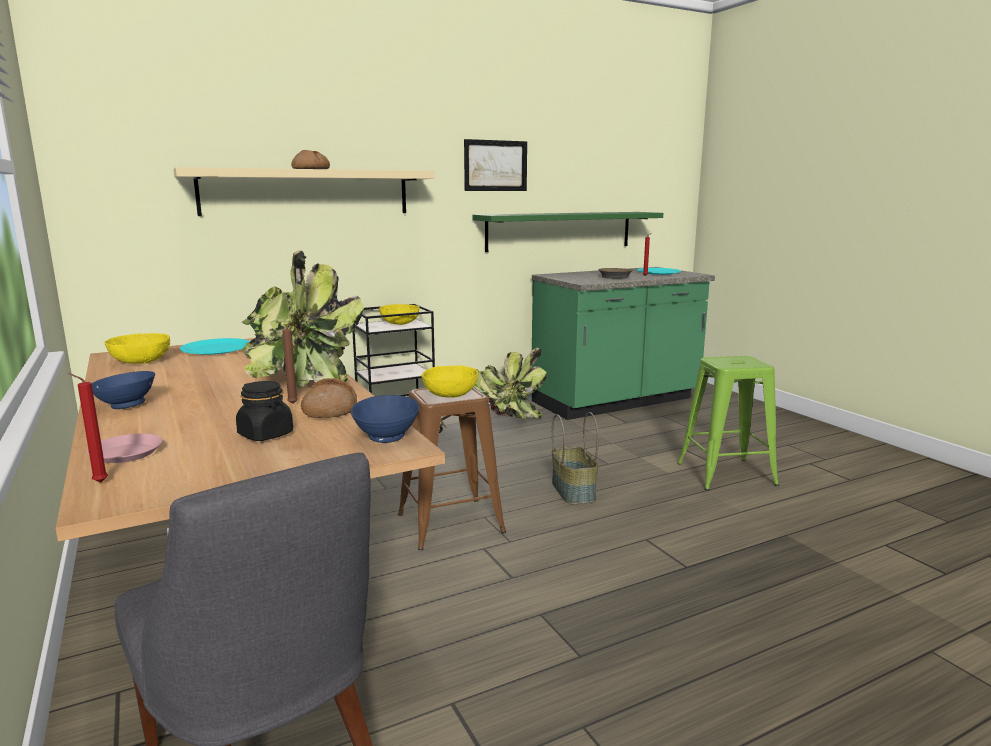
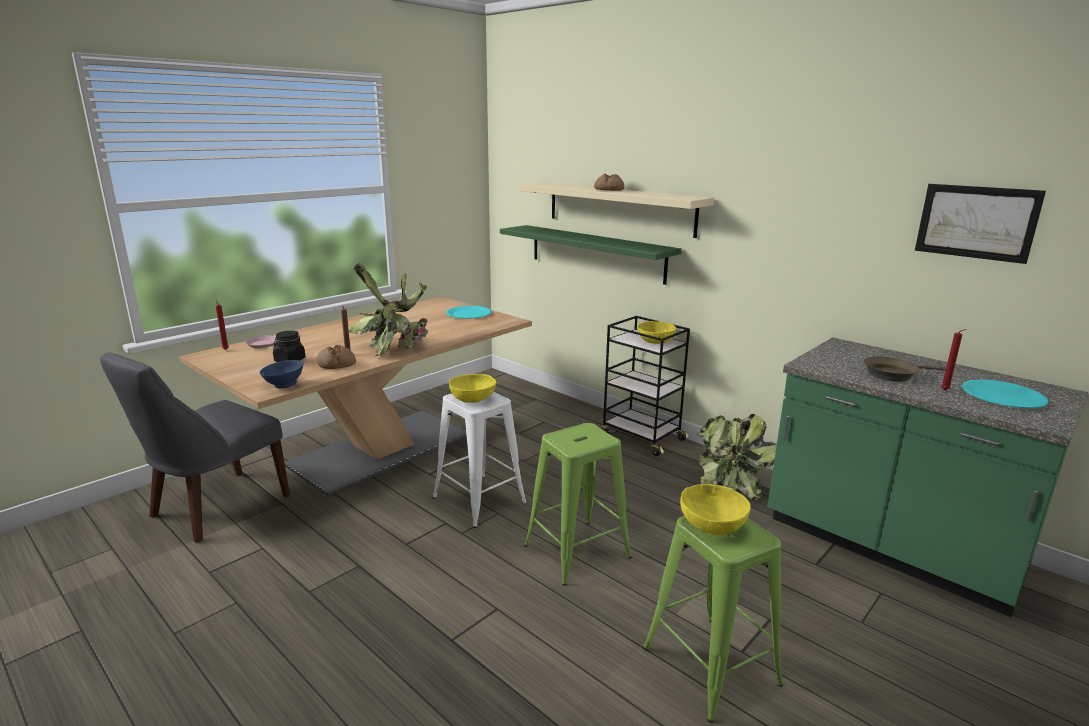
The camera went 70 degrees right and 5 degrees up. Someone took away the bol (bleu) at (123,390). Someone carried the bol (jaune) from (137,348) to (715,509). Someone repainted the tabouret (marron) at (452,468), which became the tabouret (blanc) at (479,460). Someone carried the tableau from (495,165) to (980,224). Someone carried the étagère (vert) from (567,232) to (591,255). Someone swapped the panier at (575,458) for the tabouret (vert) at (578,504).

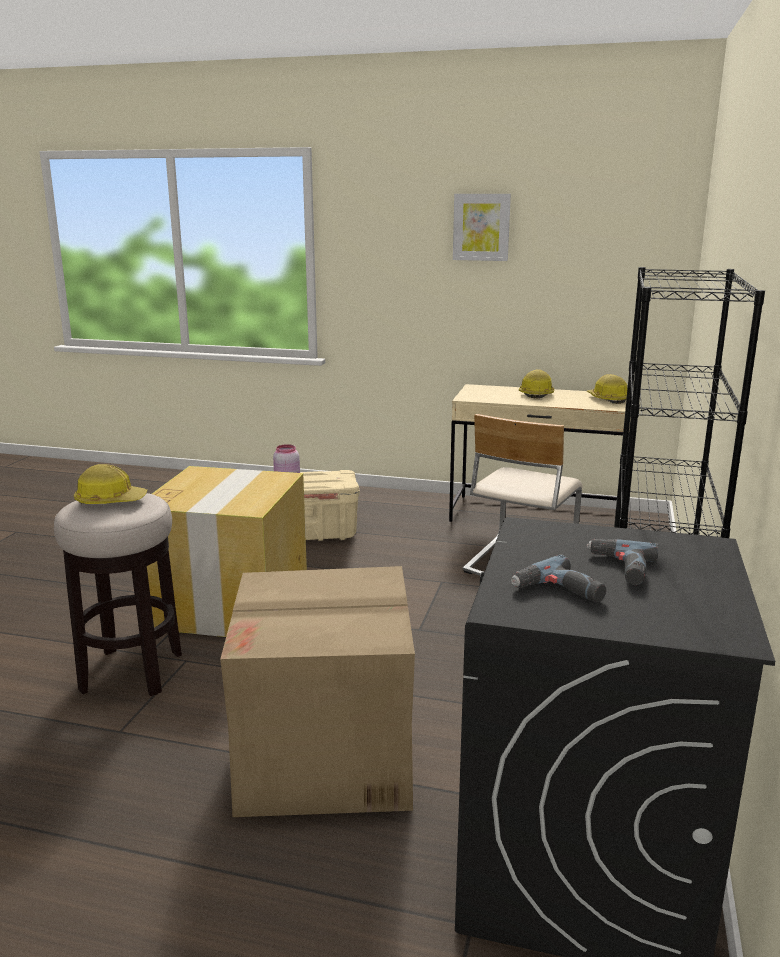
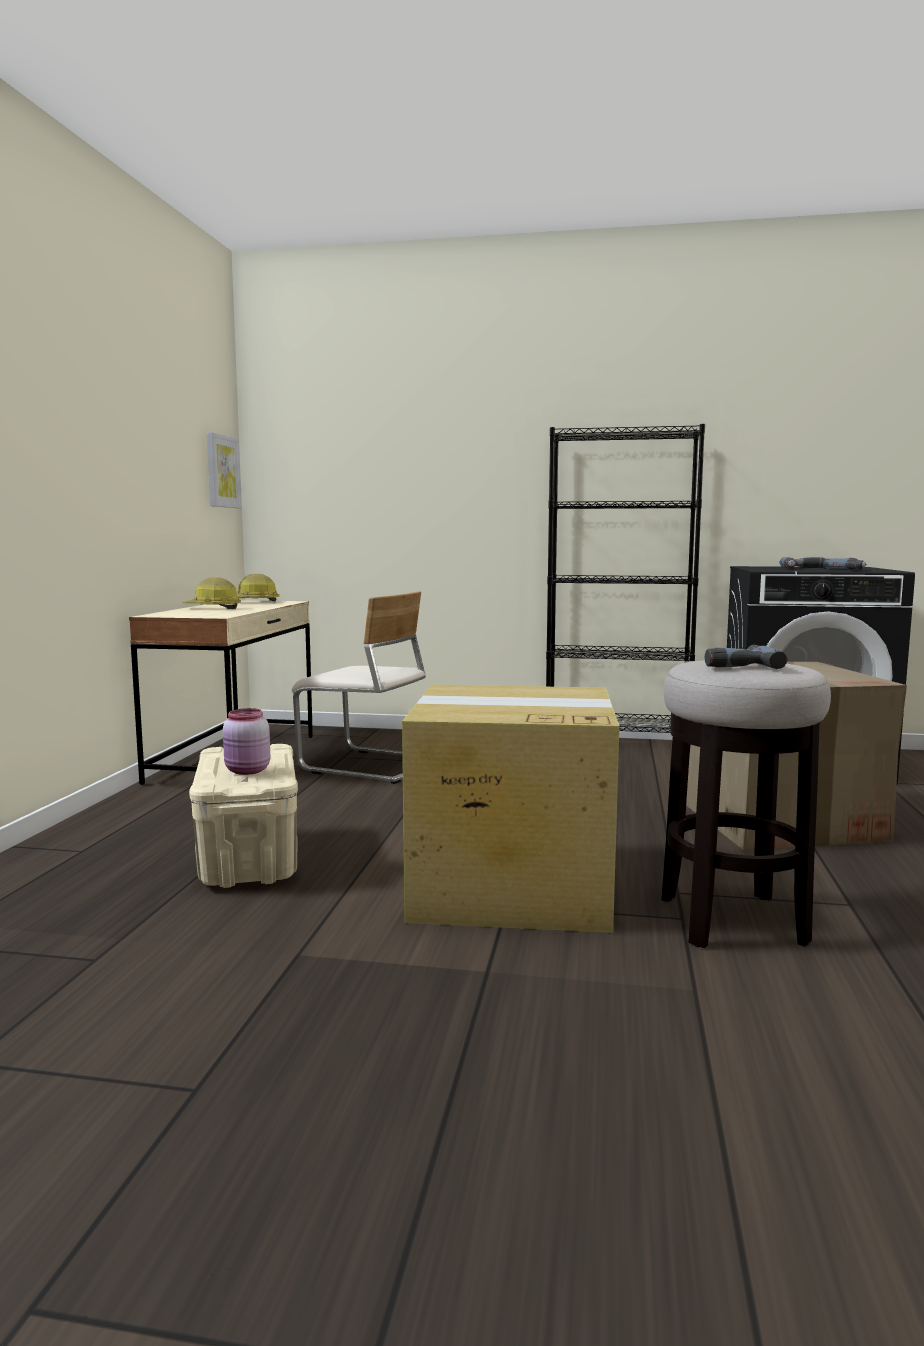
The camera went 95 degrees left and 10 degrees down. Someone swapped the casque de chantier at (110,484) for the perceuse at (746,657). Someone carried the tableau from (482,227) to (224,470).

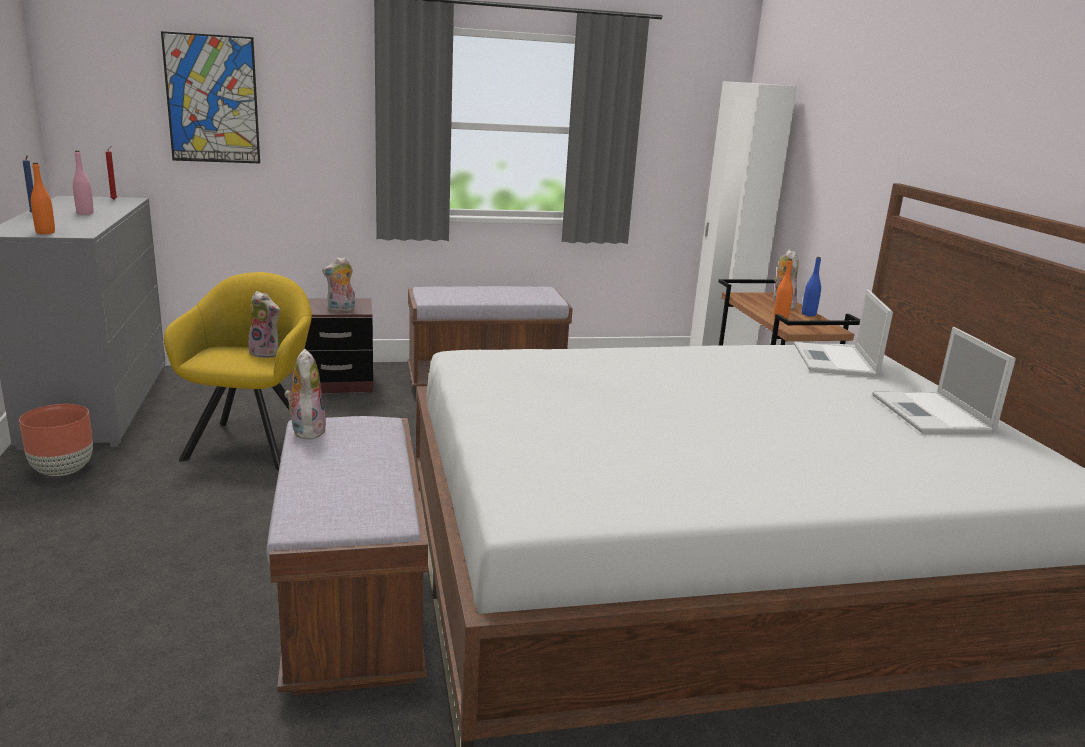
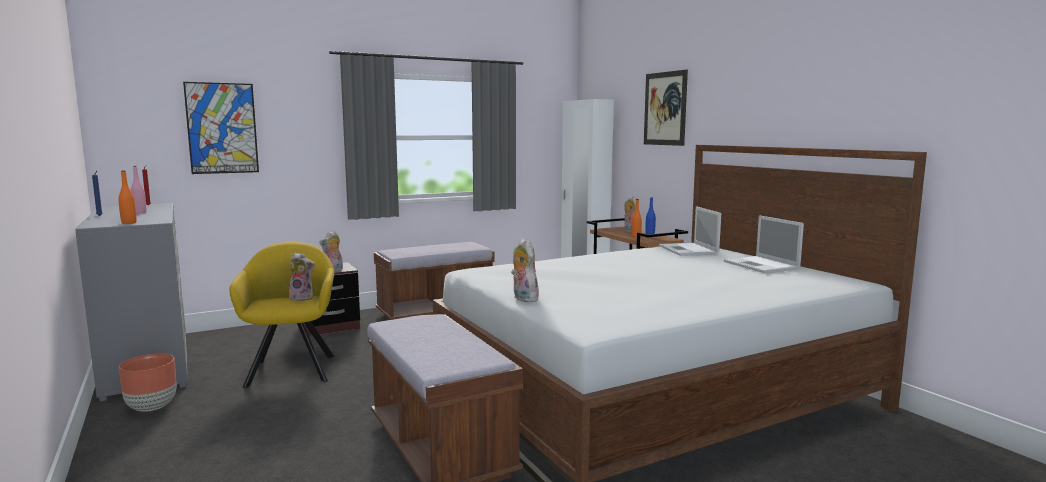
The camera went 15 degrees left and 10 degrees down. Someone carried the peluche from (305,394) to (525,270). Someone put up the tableau at (666,107).

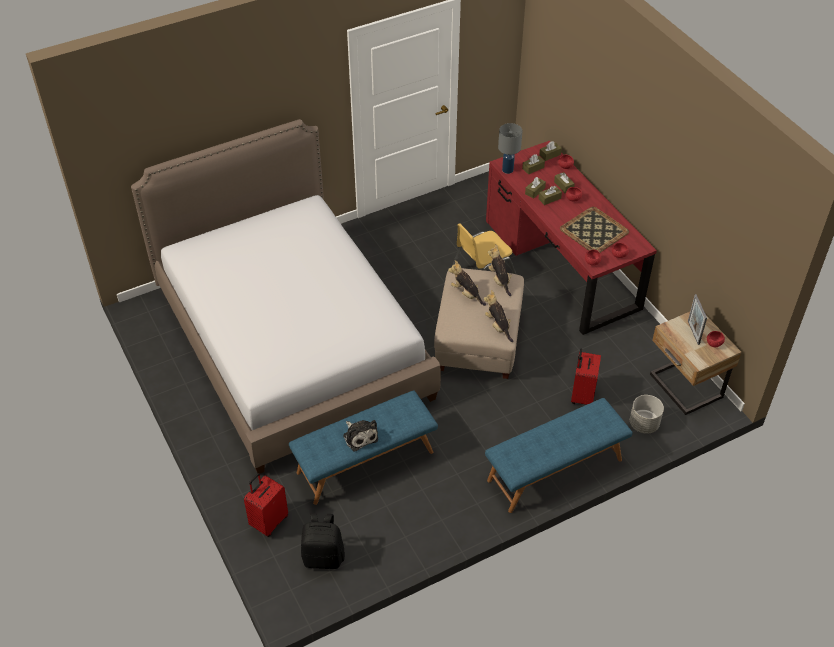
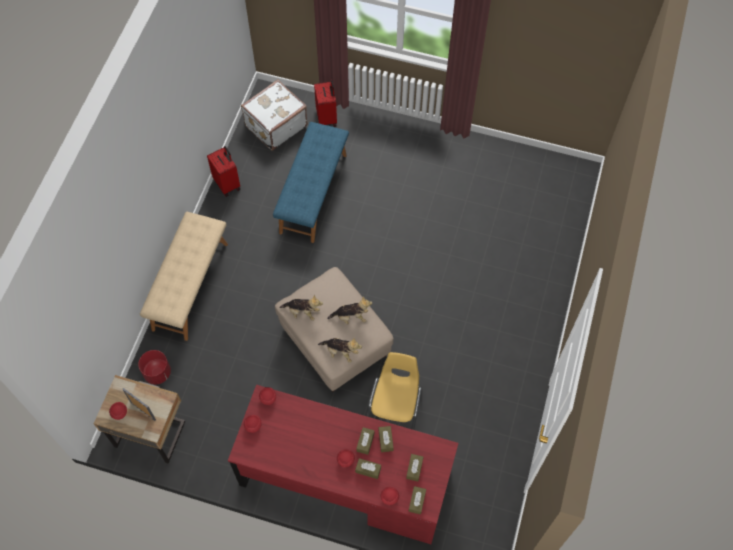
The camera went 135 degrees right and 15 degrees up. Someone took away the lit at (286,296). Someone swapped the sac à dos (noir) at (323,541) for the valise (blanc) at (274,115). Someone took away the peluche at (360,436). Someone repainted the banc (bleu) at (559,455), which became the banc (beige) at (184,276). Someone took away the lampe de table (gris) at (510,148). Someone took away the plateau at (594,230). Someone carried the valise (rouge) from (586,377) to (223,171). Someone repainted the cache-pot (gris) at (647,414), which became the cache-pot (rouge) at (154,367).

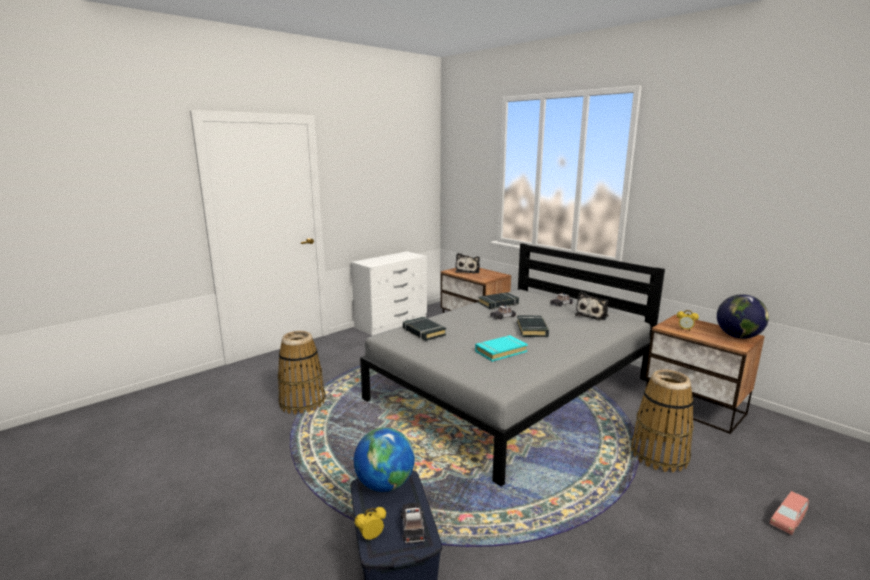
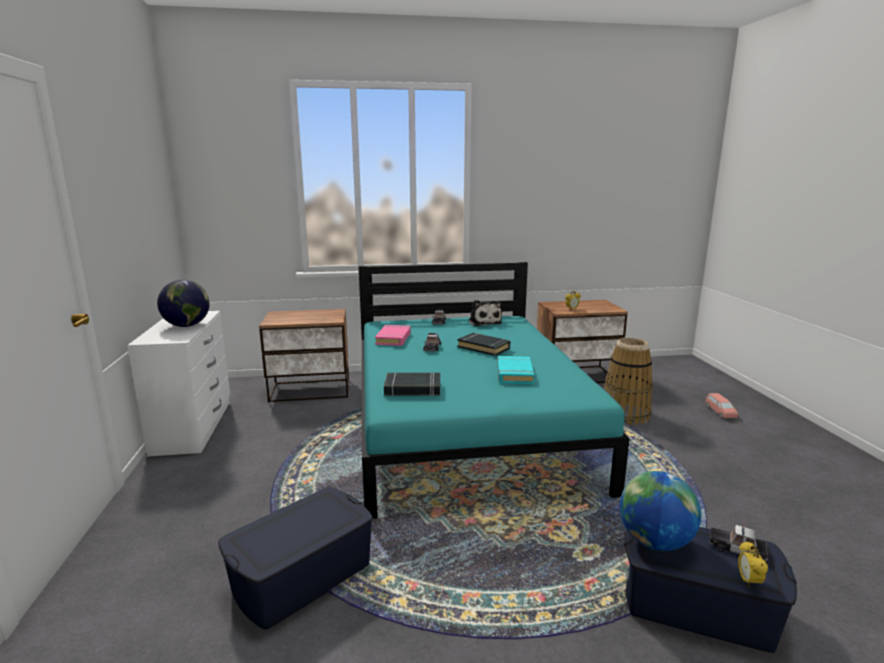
The camera went 55 degrees left and 0 degrees up. Someone swapped the panier at (302,373) for the boîte de rangement (bleu) at (295,558). Someone repainted the lit (gris) at (512,364), which became the lit (turquoise) at (494,390). Someone took away the peluche at (467,263). Someone repainted the livre (noir) at (498,300), which became the livre (rose) at (393,335). Someone carried the globe from (743,316) to (183,303).

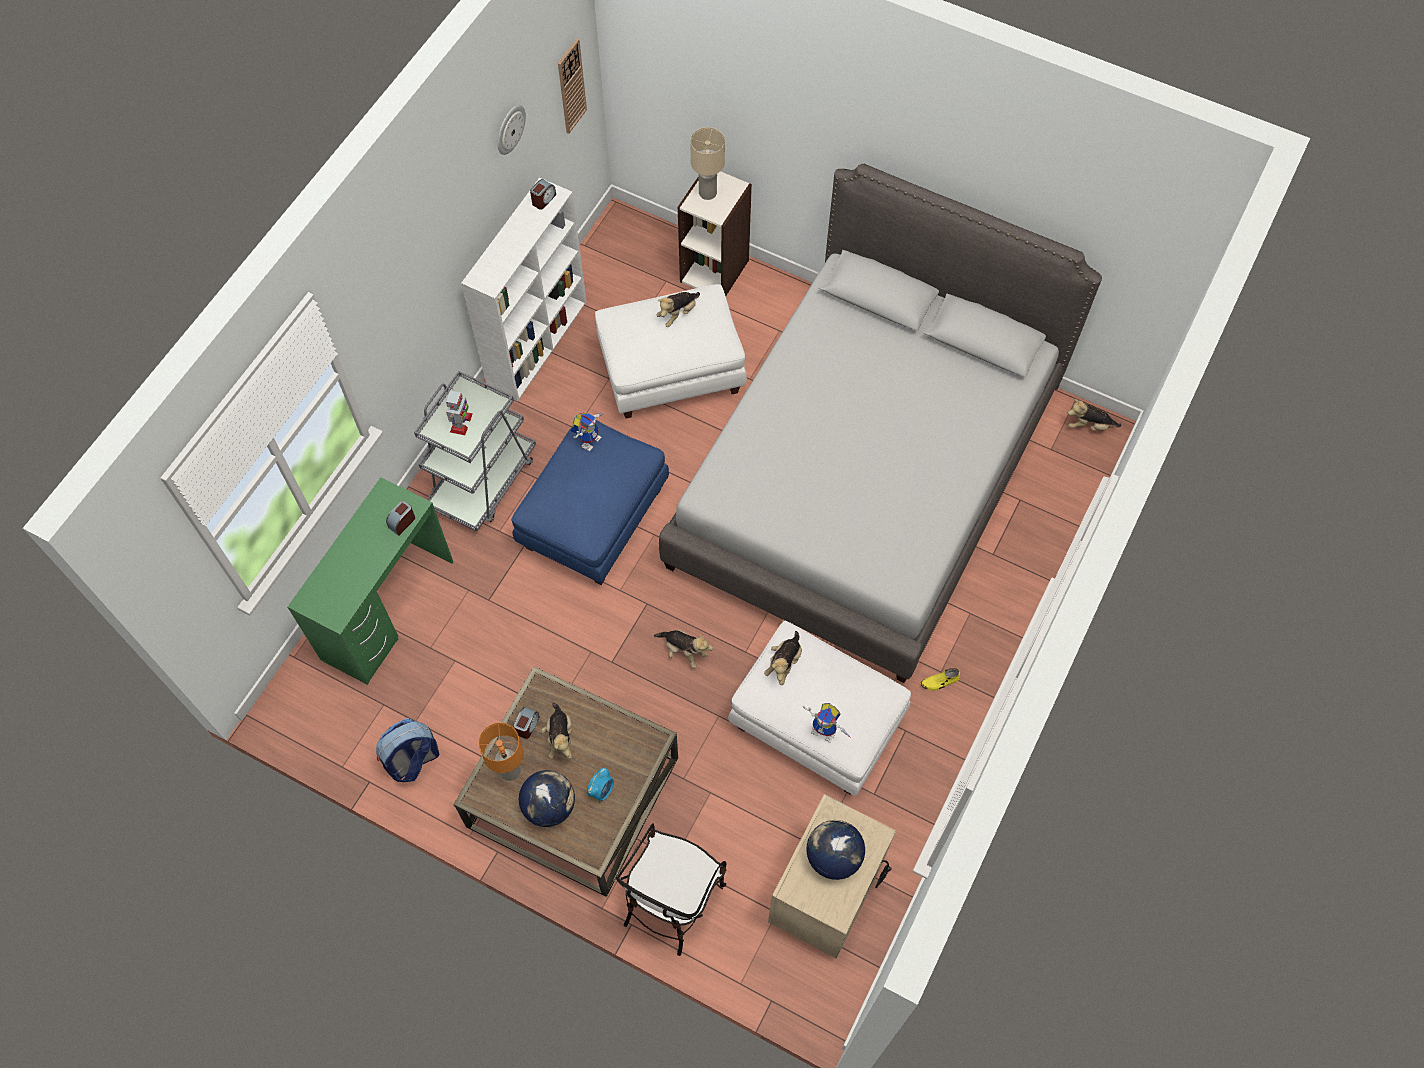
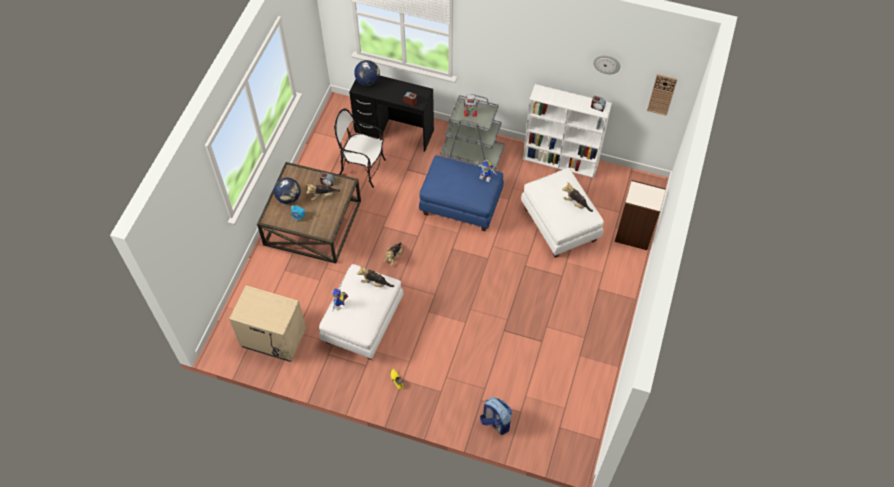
The camera went 80 degrees right and 5 degrees down. Someone repainted the bureau (vert) at (370,581), which became the bureau (noir) at (391,114). Someone carried the sac à dos from (407,750) to (496,416). Someone took away the lampe de table (orange) at (501,752). Someone carried the chaise from (671,889) to (360,148). Someone took away the lit (gris) at (880,423). Someone took away the lampe de table (beige) at (707,163). Someone carried the globe from (835,850) to (367,73). Someone took away the peluche at (1094,415).

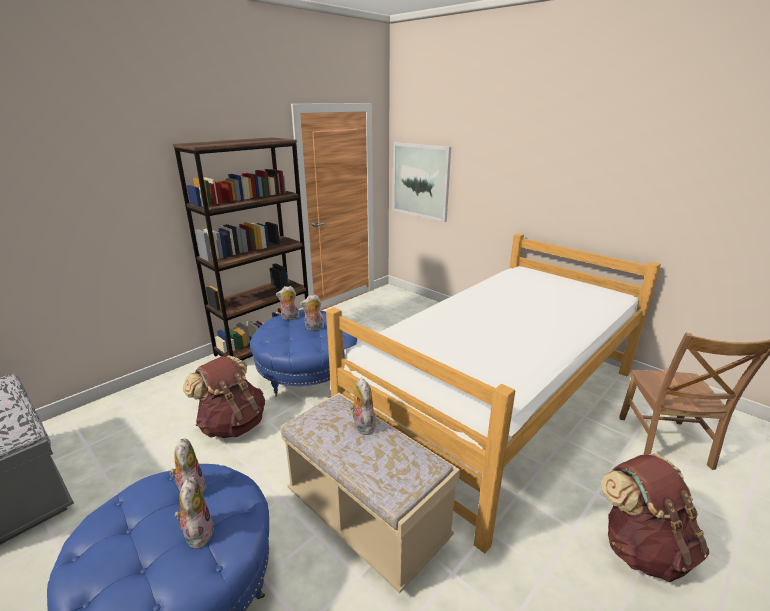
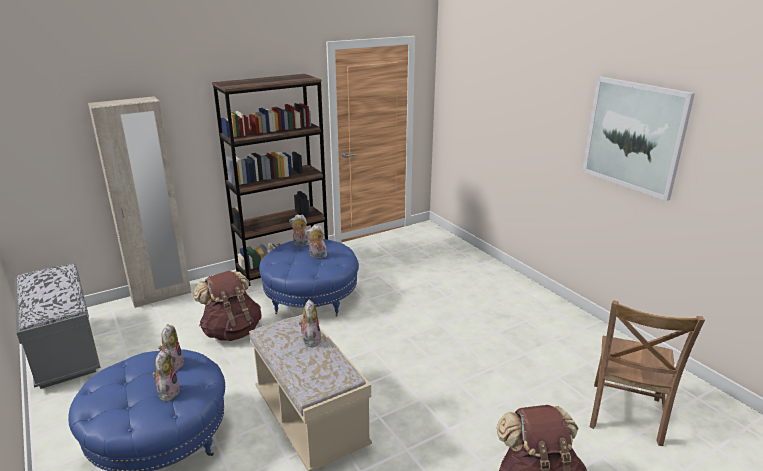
The camera went 15 degrees right and 0 degrees up. Someone took away the lit at (493,393). Someone carried the tableau from (422,182) to (639,139). Someone put down the armoire (beige) at (139,202).

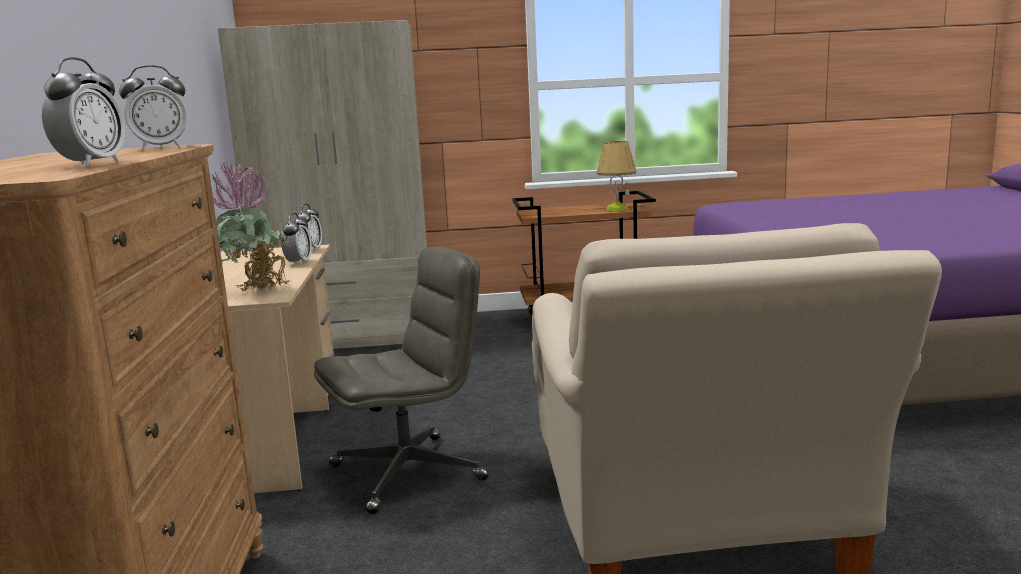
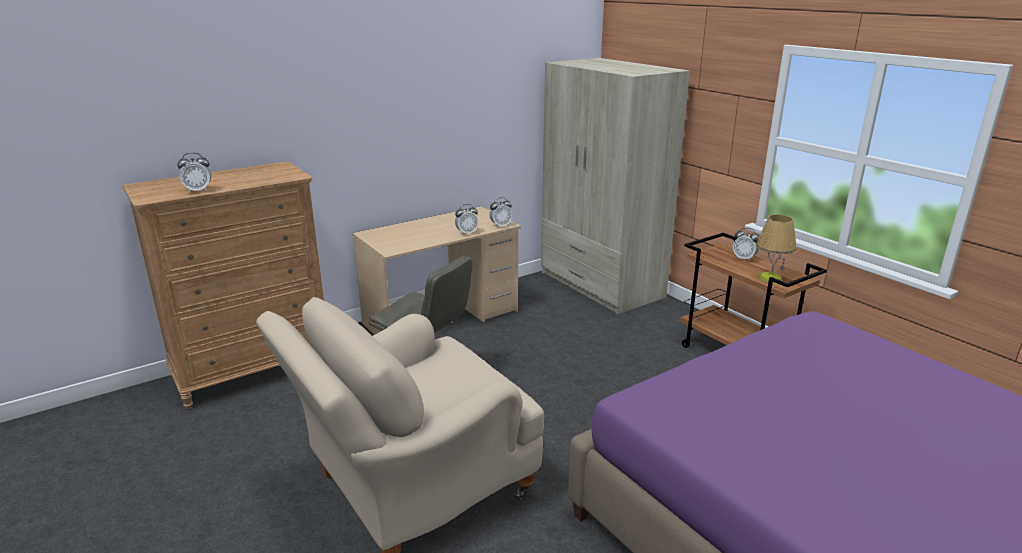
The camera went 60 degrees right and 10 degrees up. Someone carried the réveil from (153,107) to (746,245). Someone took away the plante en pot at (251,226).

